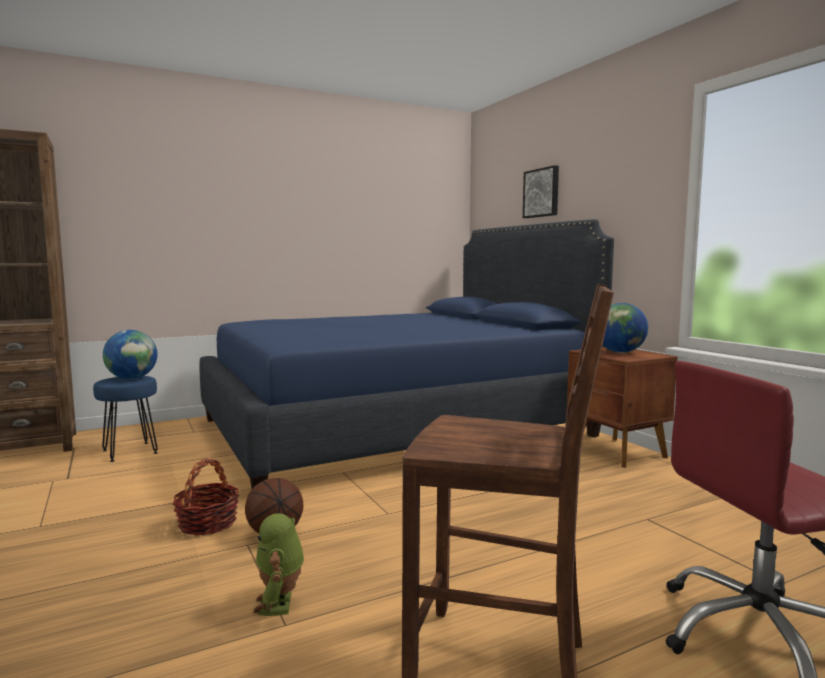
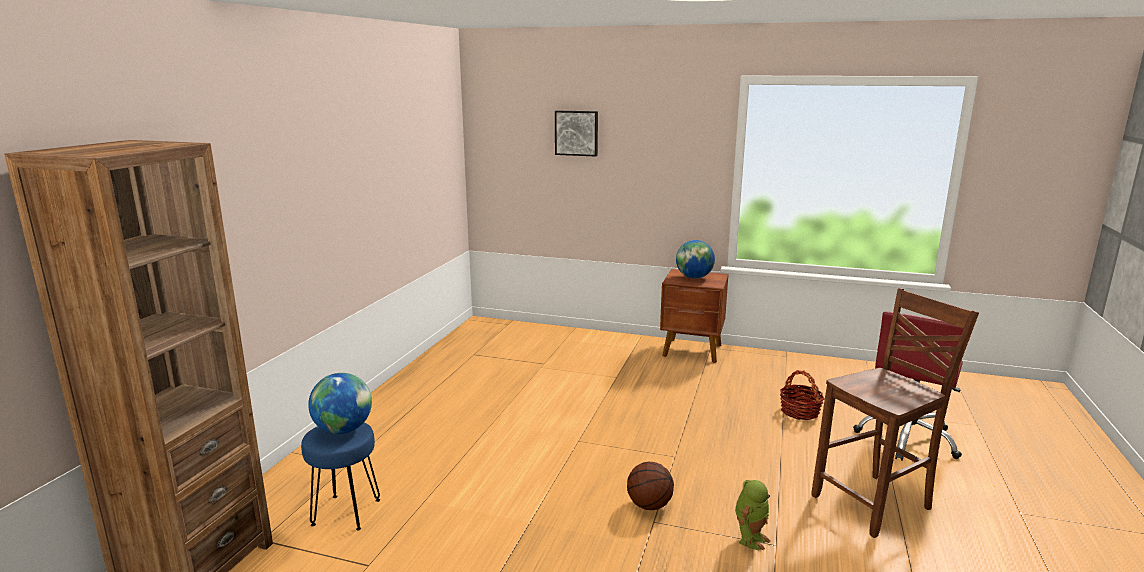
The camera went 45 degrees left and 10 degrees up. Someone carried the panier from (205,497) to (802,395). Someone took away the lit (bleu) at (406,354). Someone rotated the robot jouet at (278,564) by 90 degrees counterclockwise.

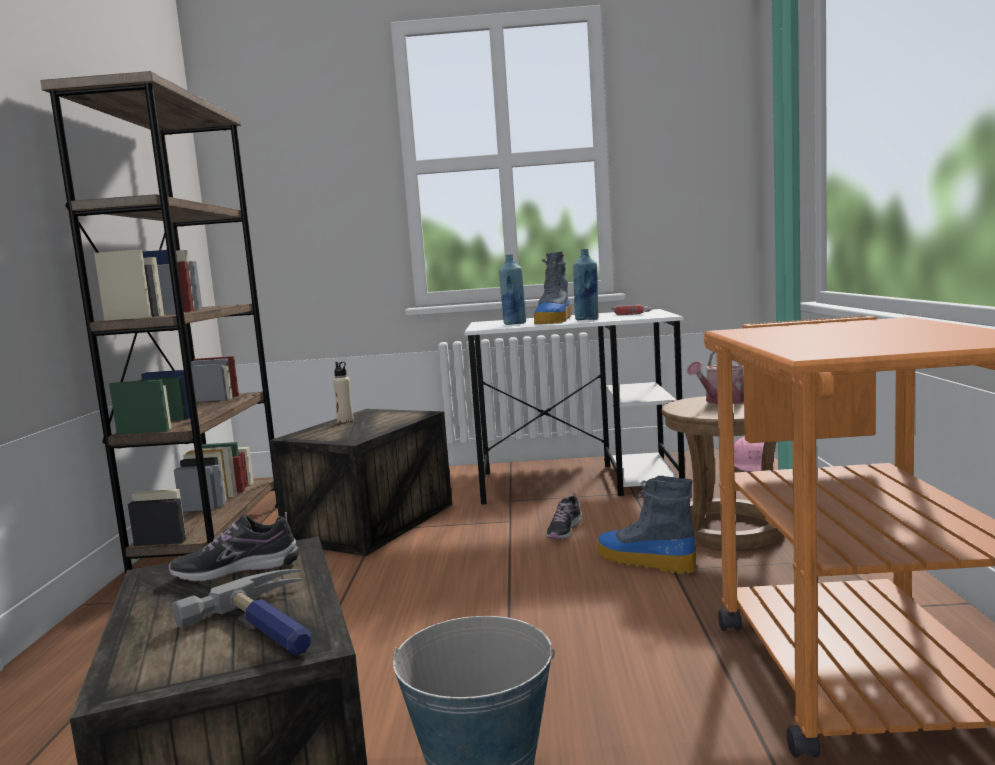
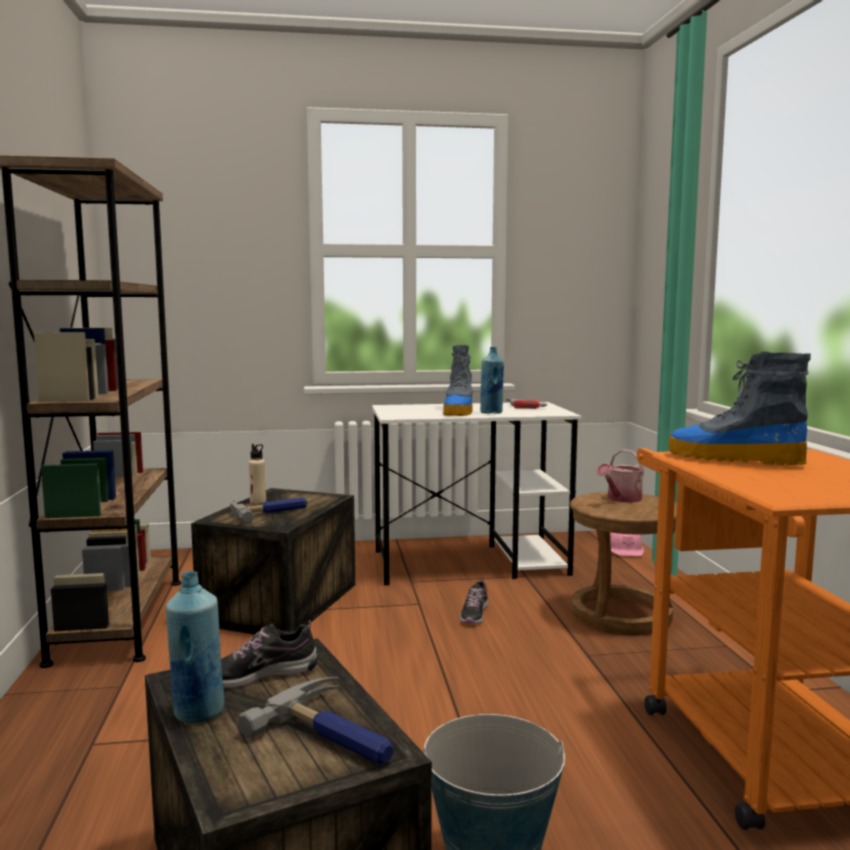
The camera went 10 degrees left and 0 degrees up. Someone carried the bouteille (bleu) from (512,290) to (195,647). Someone carried the botte from (647,525) to (739,409). Someone put down the marteau at (269,510).

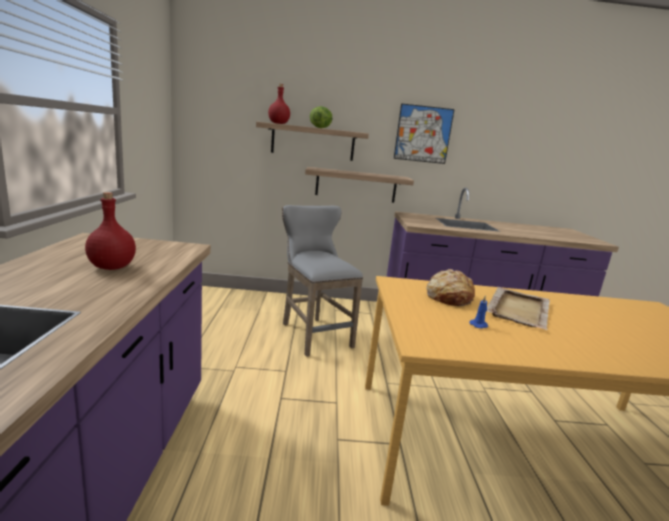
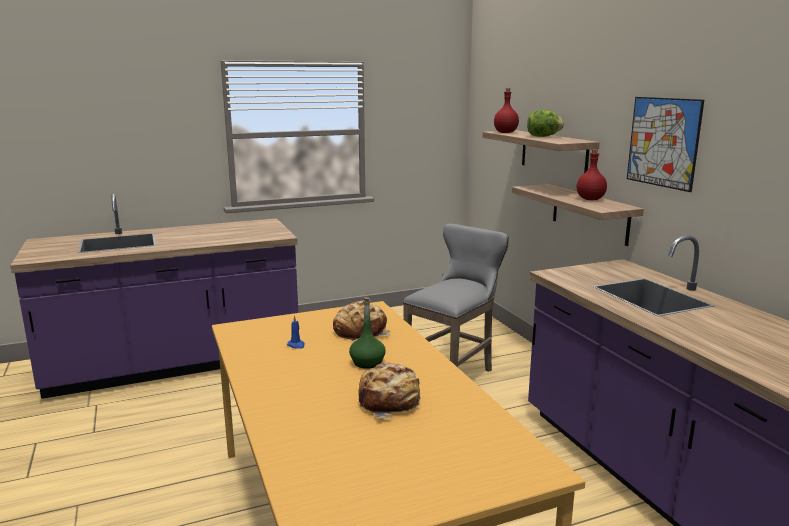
The camera went 70 degrees right and 0 degrees up. Someone carried the bouteille (rouge) from (110,231) to (592,174). Someone swapped the plateau (beige) at (518,308) for the bouteille (vert) at (367,333). Someone put down the pain at (389,390).

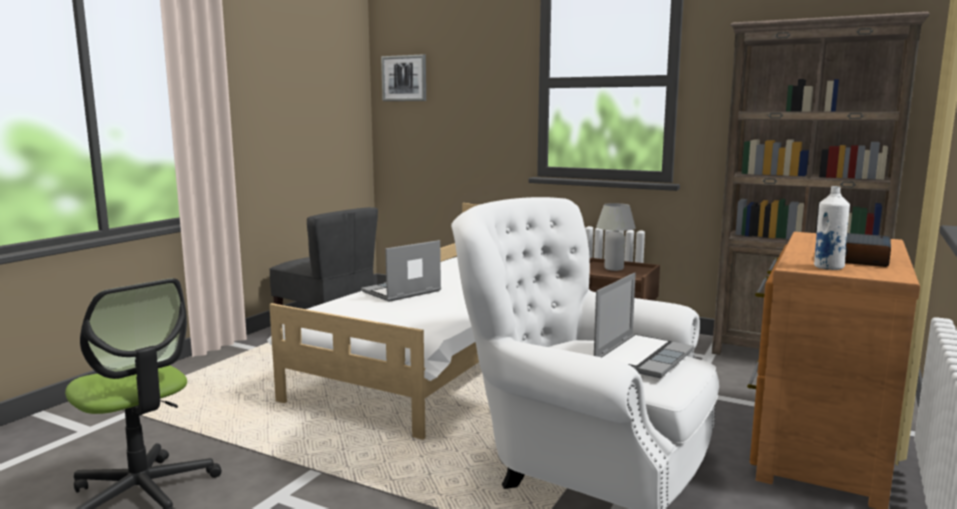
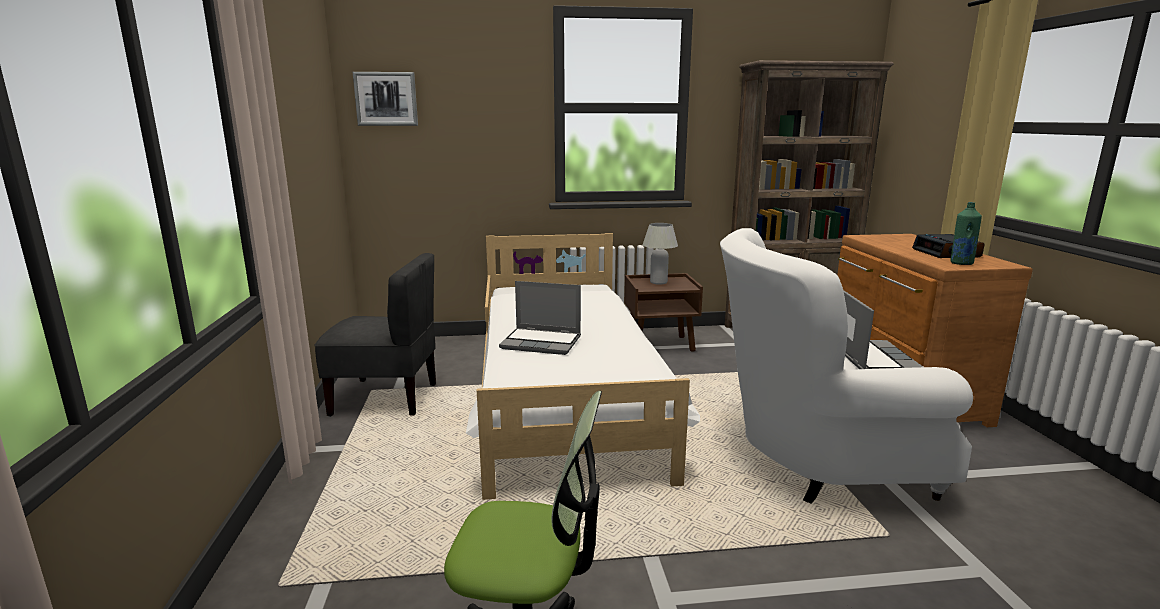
The camera went 35 degrees left and 5 degrees up. Someone rotated the ordinateur portable at (401,271) by 90 degrees counterclockwise. Someone repainted the bouteille (blanc) at (832,228), which became the bouteille (vert) at (966,233).

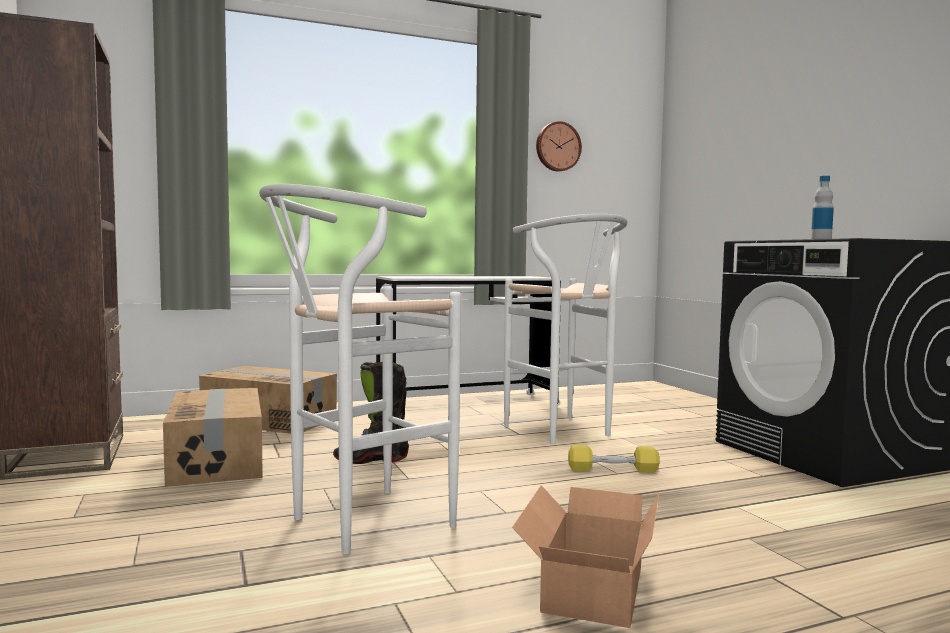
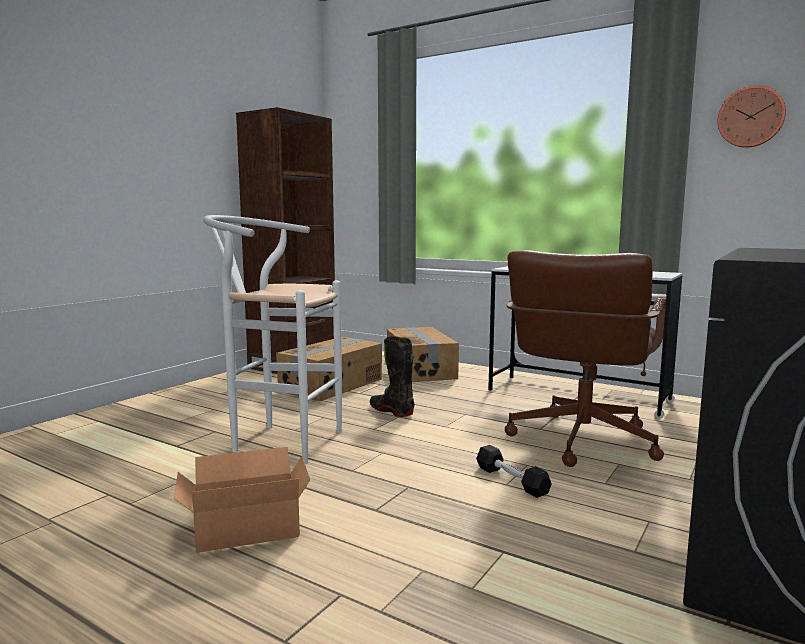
The camera went 55 degrees right and 5 degrees up. Someone swapped the tabouret (blanc) at (566,329) for the chaise de bureau (marron) at (585,358). Someone repainted the haltère (jaune) at (614,459), which became the haltère (noir) at (514,471). Someone took away the bouteille at (822,207).

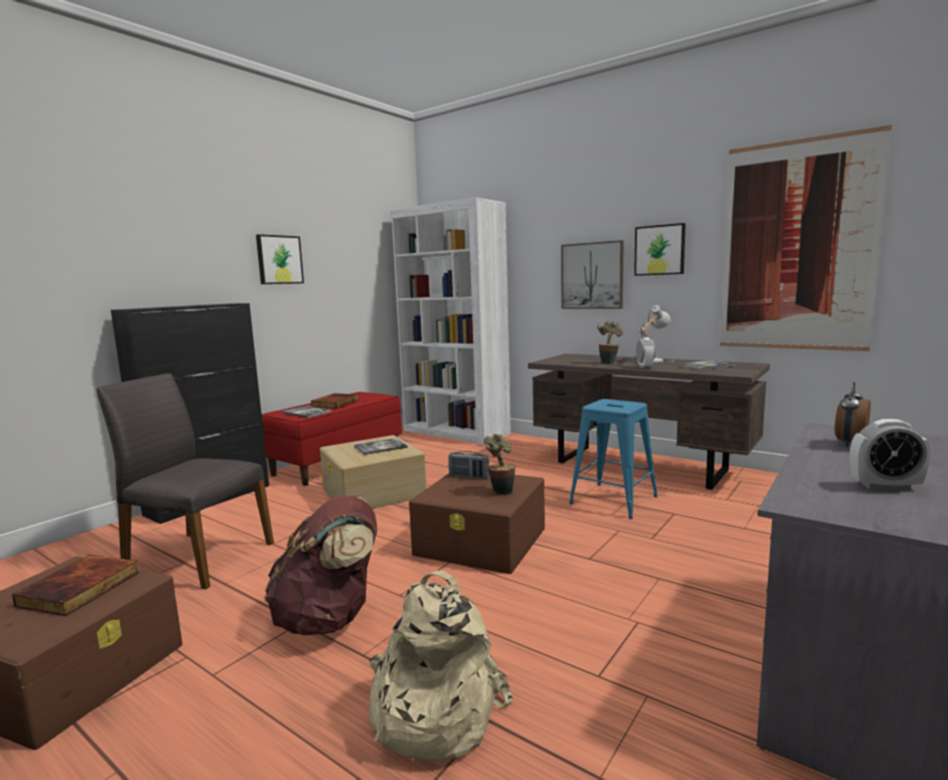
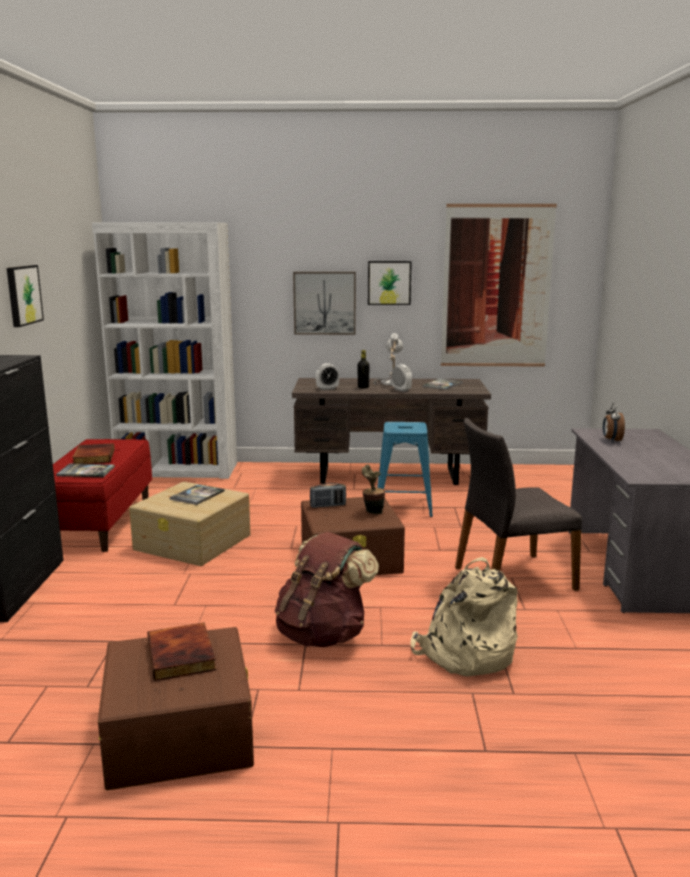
The camera went 35 degrees left and 5 degrees up. Someone carried the chaise (gris) from (185,481) to (518,504). Someone swapped the plante en pot at (610,342) for the bouteille (noir) at (364,369). Someone carried the réveil from (890,455) to (327,376).

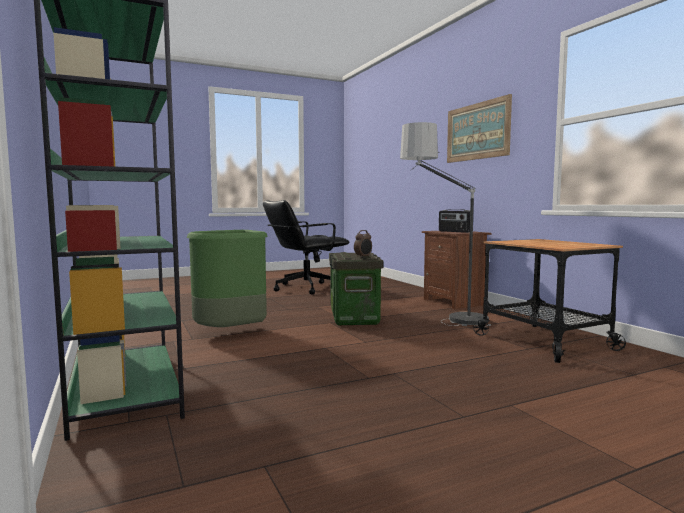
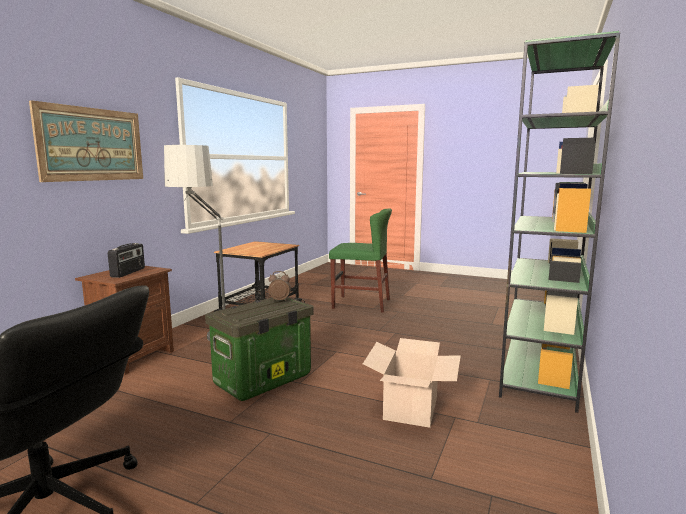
The camera went 130 degrees left and 5 degrees up. Someone swapped the poubelle (vert) at (227,278) for the carton at (412,383). Someone put down the chaise (vert) at (360,260).

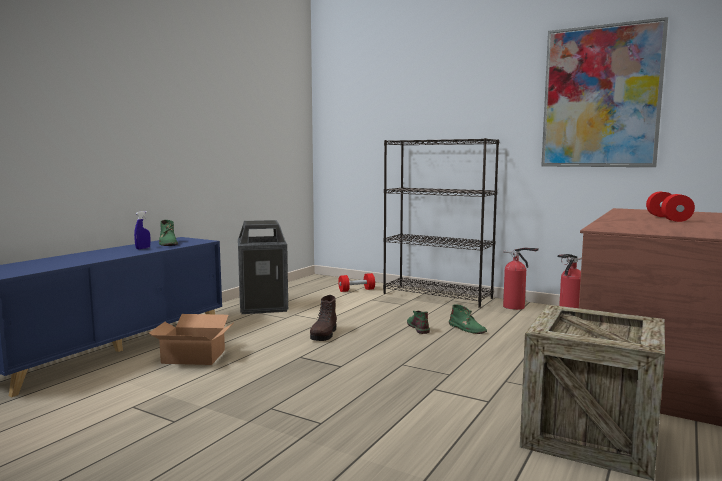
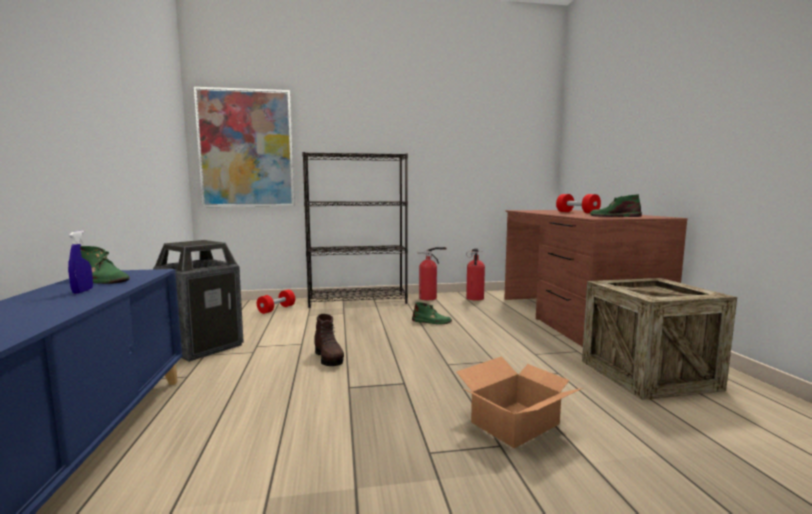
The camera went 40 degrees left and 0 degrees up. Someone carried the carton from (191,339) to (519,402). Someone carried the botte (vert) from (418,322) to (616,205). Someone carried the tableau from (604,92) to (244,147).

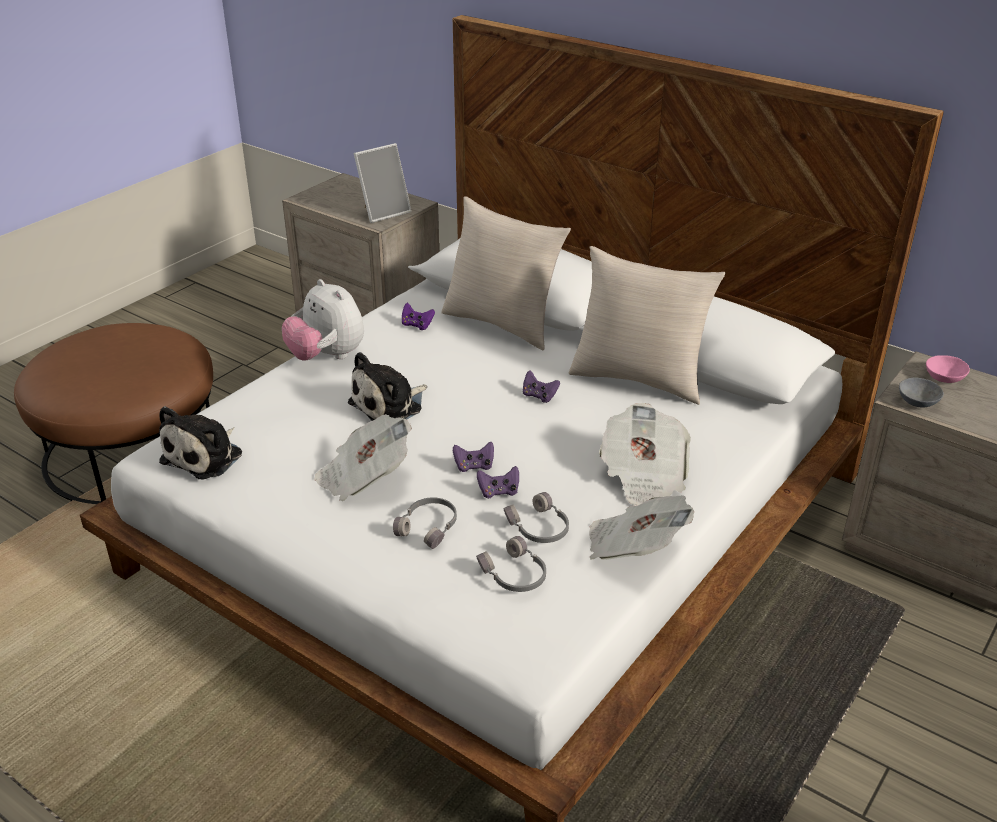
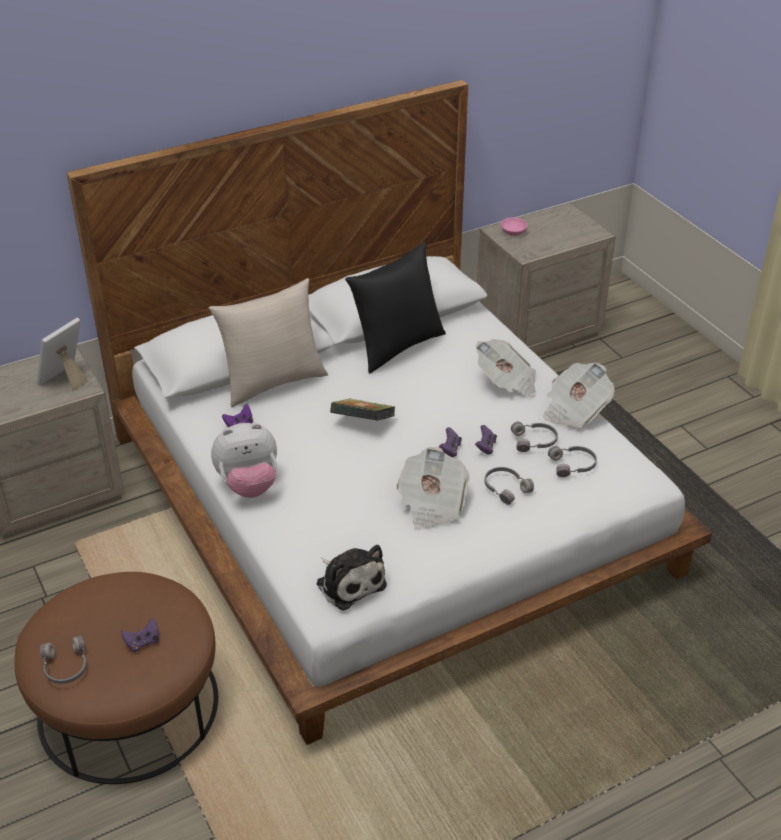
The camera went 65 degrees left and 5 degrees up. Someone took away the peluche at (387,386). Someone rotated the cadre photo at (383,183) by 135 degrees counterclockwise. Someone carried the manette (violet) from (541,387) to (140,635). Someone repainted the coussin (beige) at (647,325), which became the coussin (noir) at (395,308). Someone took away the bol (gris) at (921,392). Someone put down the casque audio (gris) at (63,660). Someone put down the livre at (362,409).

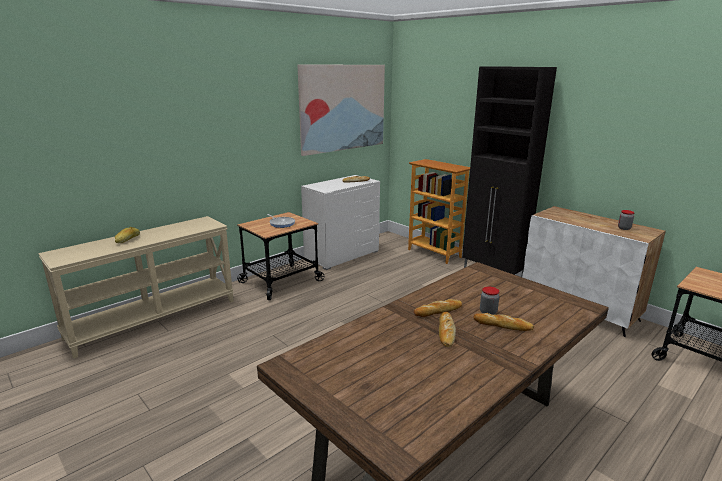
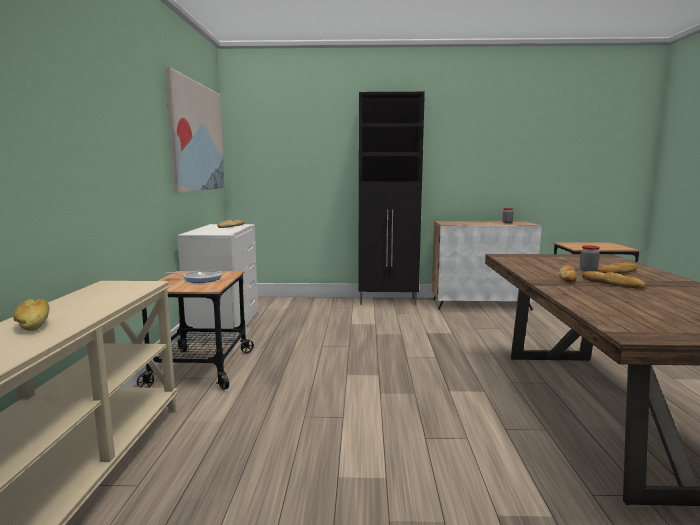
The camera went 45 degrees left and 10 degrees down. Someone took away the bibliothèque at (439,211).

